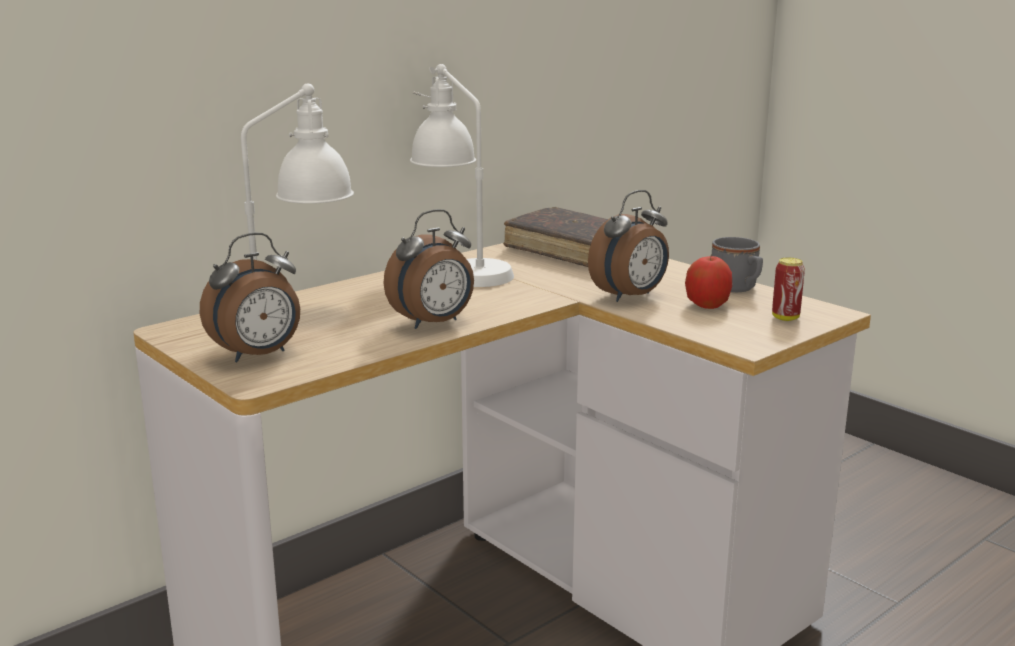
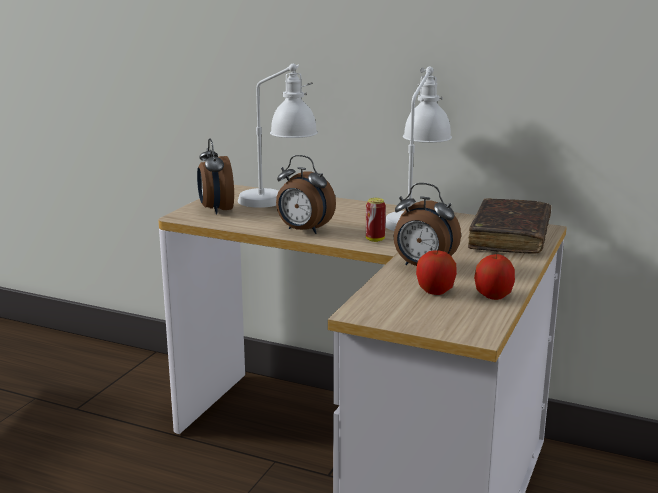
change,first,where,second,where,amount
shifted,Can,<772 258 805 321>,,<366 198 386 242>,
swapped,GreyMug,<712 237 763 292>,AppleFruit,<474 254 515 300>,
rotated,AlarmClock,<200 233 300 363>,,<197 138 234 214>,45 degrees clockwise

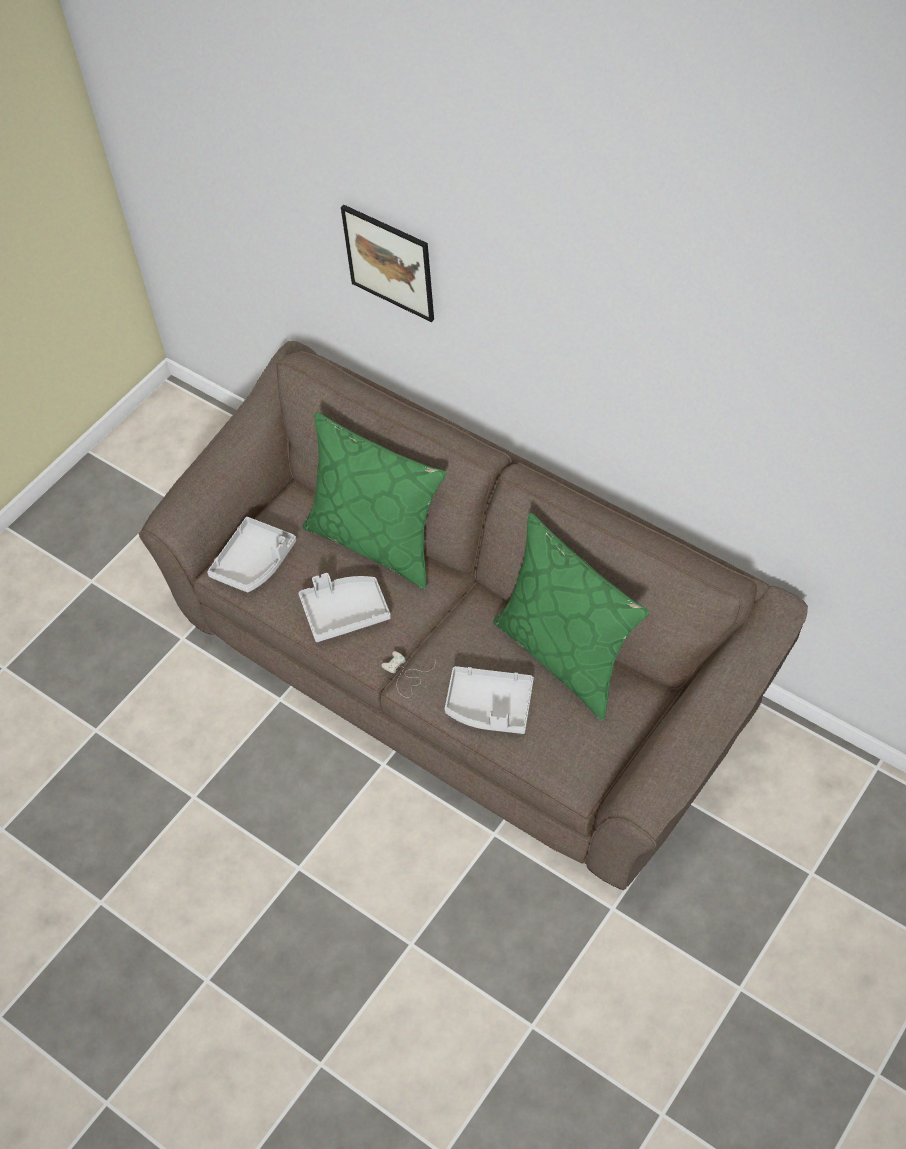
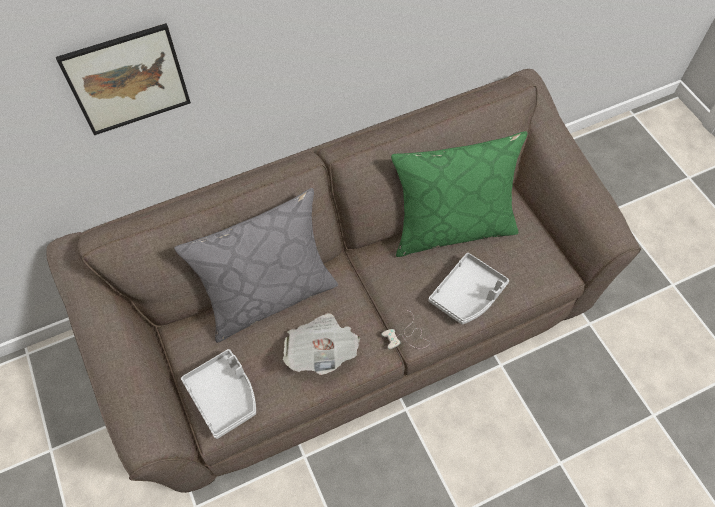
change,first,where,second,where,amount
swapped,GreyCarryingTray,<299 573 391 642>,DailyPaper,<283 313 360 375>,
repainted,GreenColouredThrowPillow,<302 412 446 589>,GreyThrowPillow,<174 188 338 343>,

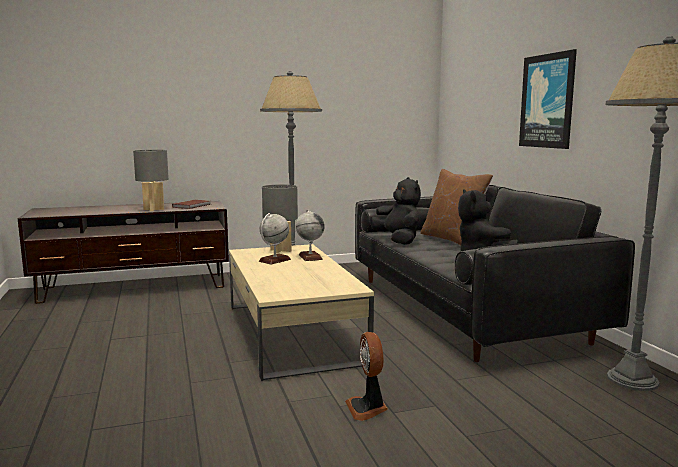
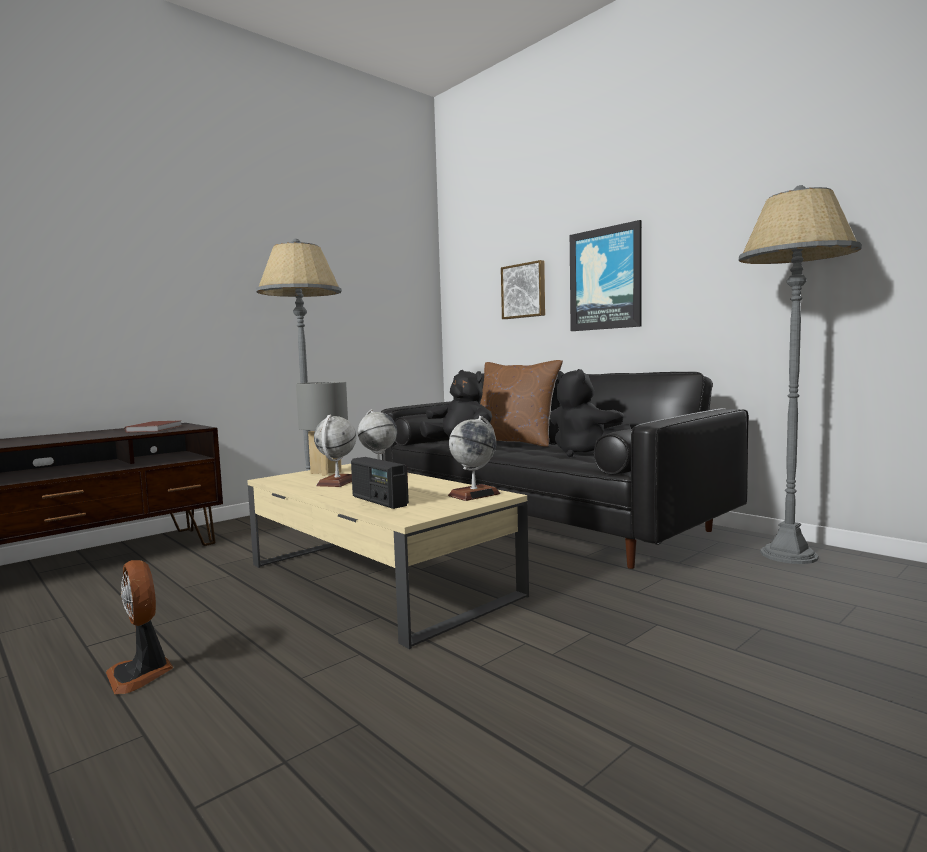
change,first,where,second,where,amount
gone,GreyTableLamp,<133 150 169 211>,,,
new,,,RadioSet,<351 457 409 509>,
new,,,DeskGlobe,<448 416 500 501>,
new,,,Picture,<501 260 545 319>,
shifted,Fan,<345 332 388 421>,,<106 560 173 695>,

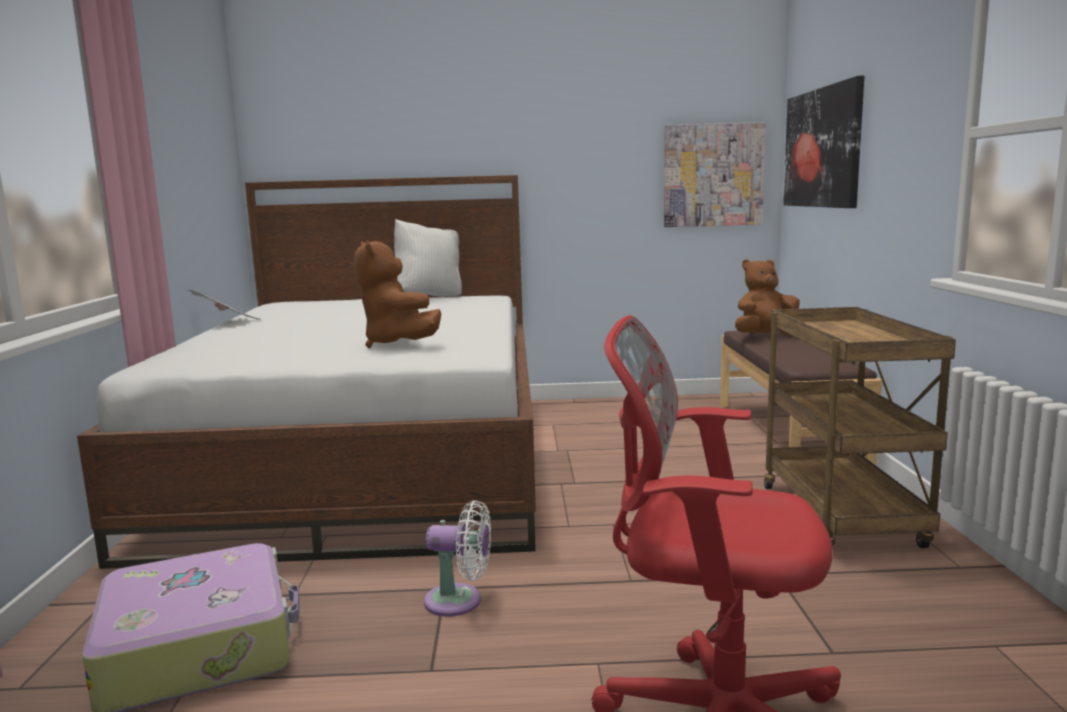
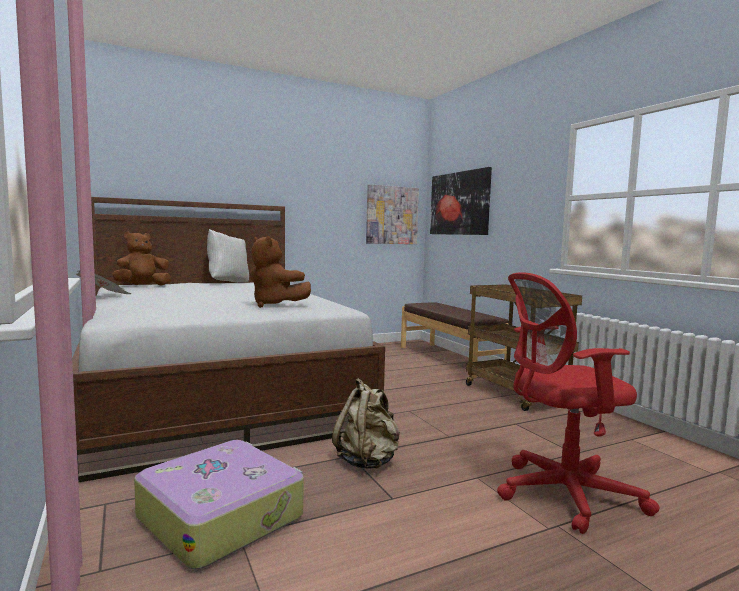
change,first,where,second,where,amount
shifted,BrownColouredPlushToy,<735 259 800 335>,,<112 232 171 286>,
swapped,WhiteColouredFan,<424 500 491 617>,SandColouredKnapsack,<332 378 400 469>,

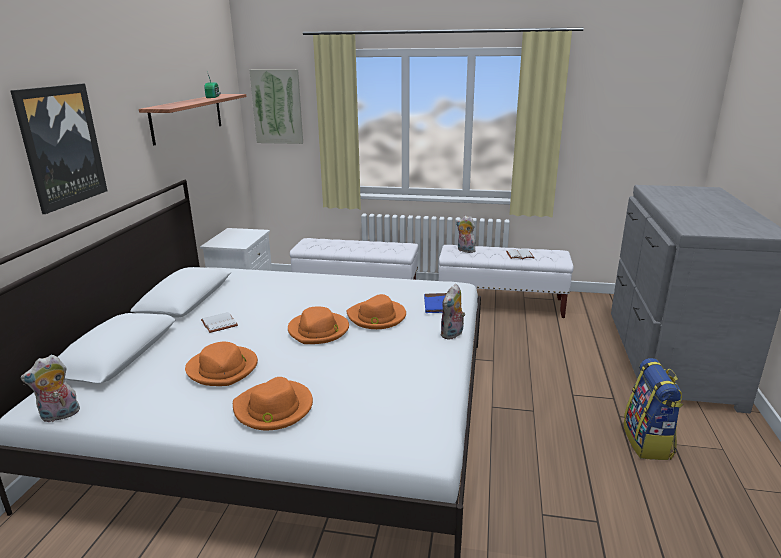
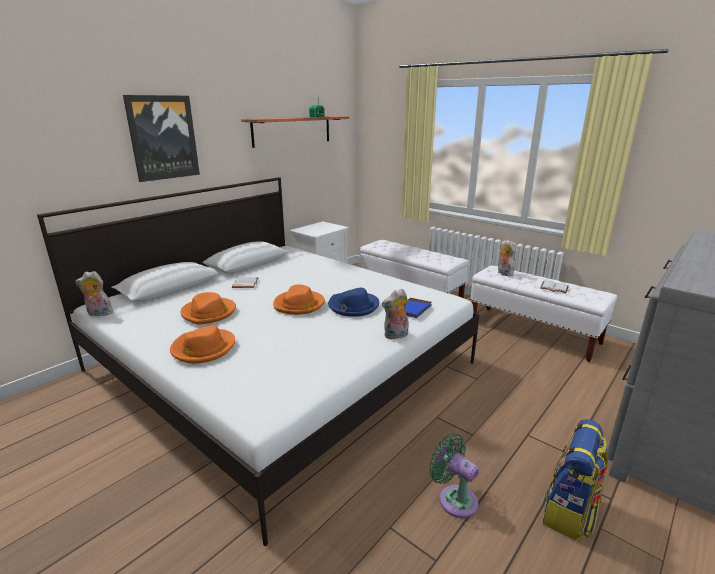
change,first,where,second,where,amount
gone,Picture,<249 69 303 144>,,,
new,,,GreenColouredFan,<429 433 479 518>,
repainted,OrangeWearableHat,<346 294 406 329>,BlueColouredWearableHat,<328 288 379 317>,

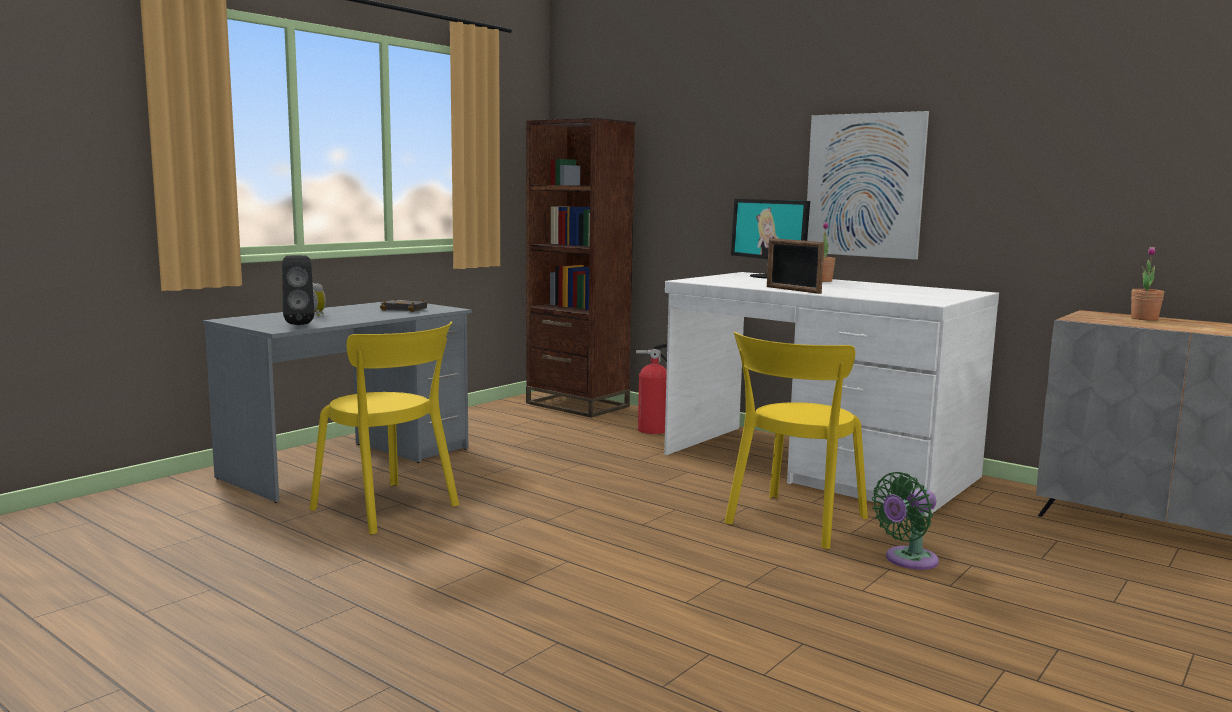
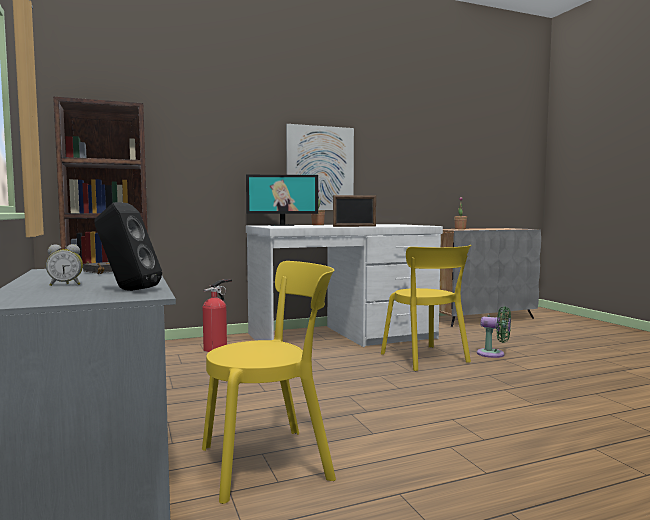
change,first,where,second,where,amount
rotated,GreenColouredFan,<872 472 939 570>,,<477 306 511 358>,60 degrees counterclockwise

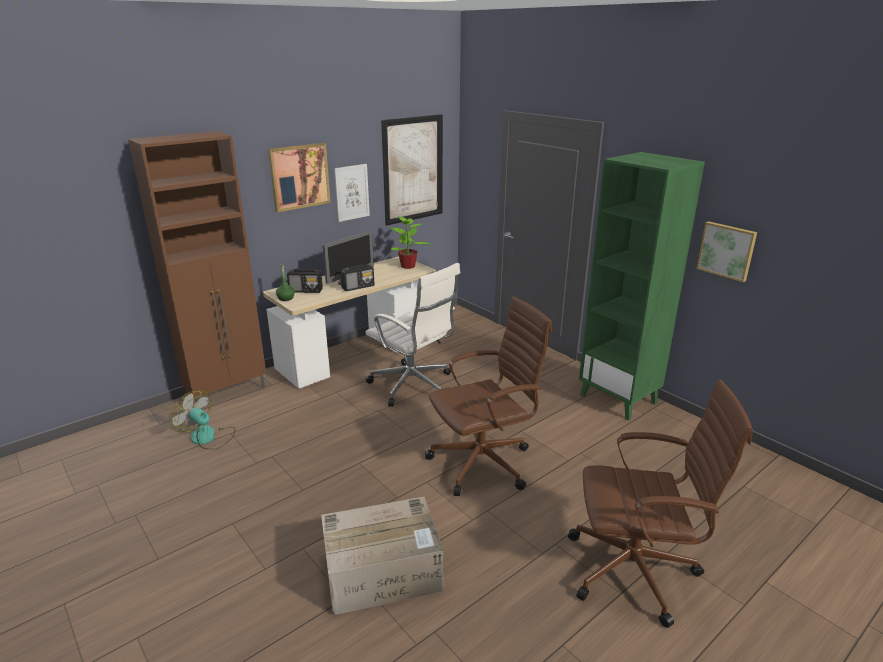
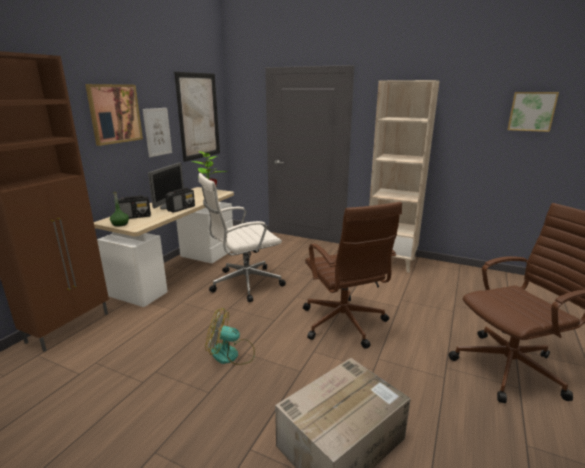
change,first,where,second,where,amount
shifted,Fan,<171 391 235 450>,,<205 308 255 365>,
shifted,Picture,<696 221 757 282>,,<507 92 559 132>,
repainted,GreenColouredBookcase,<579 152 705 421>,SandColouredBookcase,<369 80 440 273>,
rotated,WhiteColouredComputerChair,<366 263 460 407>,,<198 173 286 302>,135 degrees clockwise
rotated,BrownColouredComputerChair,<425 296 552 496>,,<303 202 402 349>,120 degrees clockwise

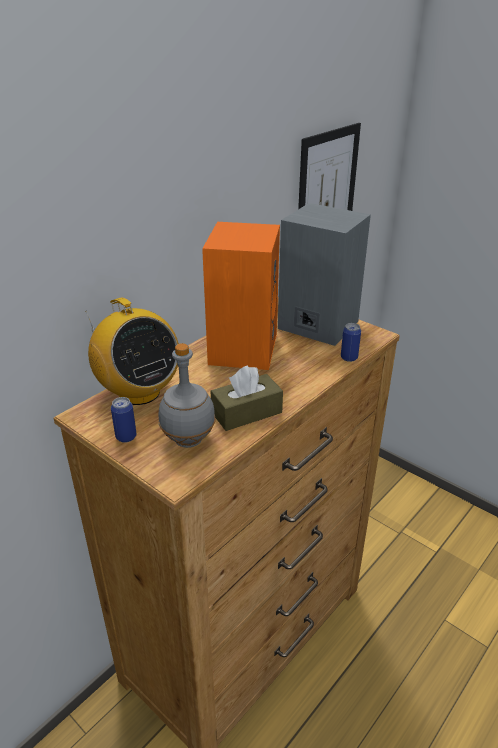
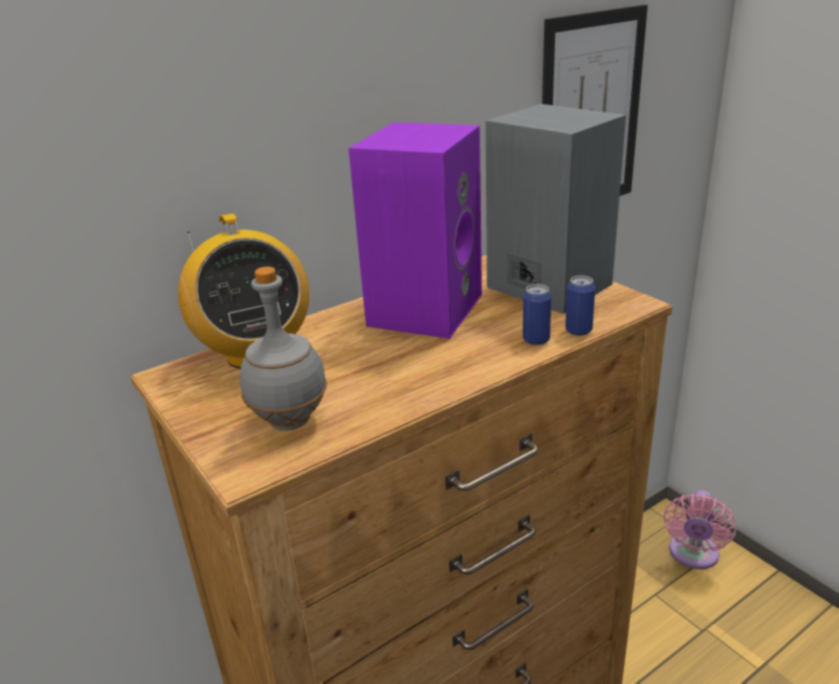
change,first,where,second,where,amount
gone,BrownColouredTissueBox,<210 365 283 431>,,,
new,,,PinkishFan,<664 490 736 569>,
shifted,Can,<111 397 137 443>,,<523 284 552 345>,
repainted,OrangeLoudspeaker,<202 222 280 370>,PurpleLoudspeaker,<349 122 482 339>,

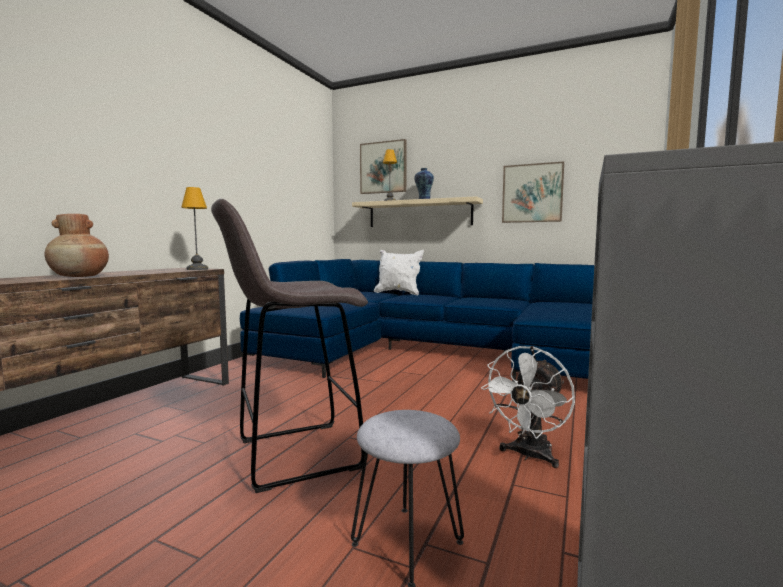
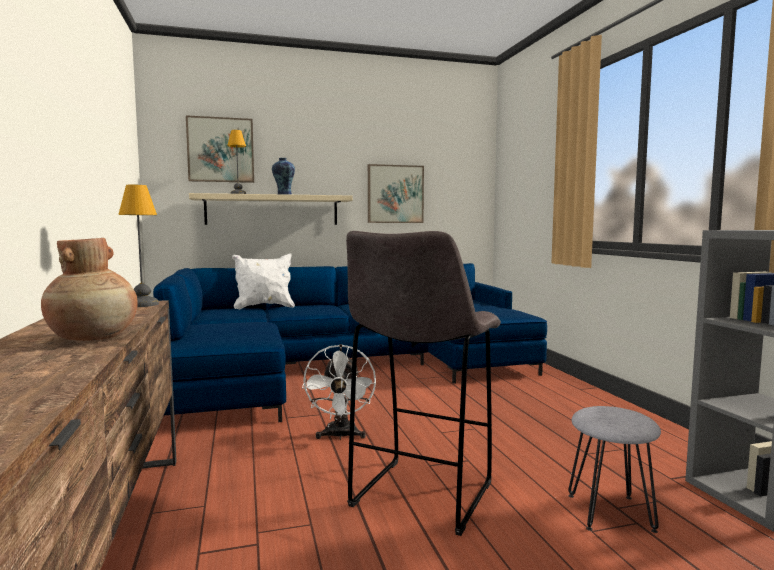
change,first,where,second,where,amount
shifted,WhiteColouredFan,<481 346 575 468>,,<302 344 376 440>,

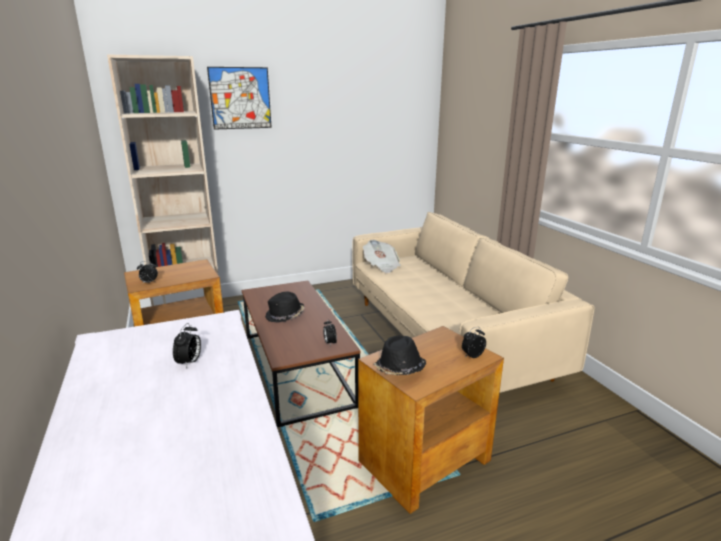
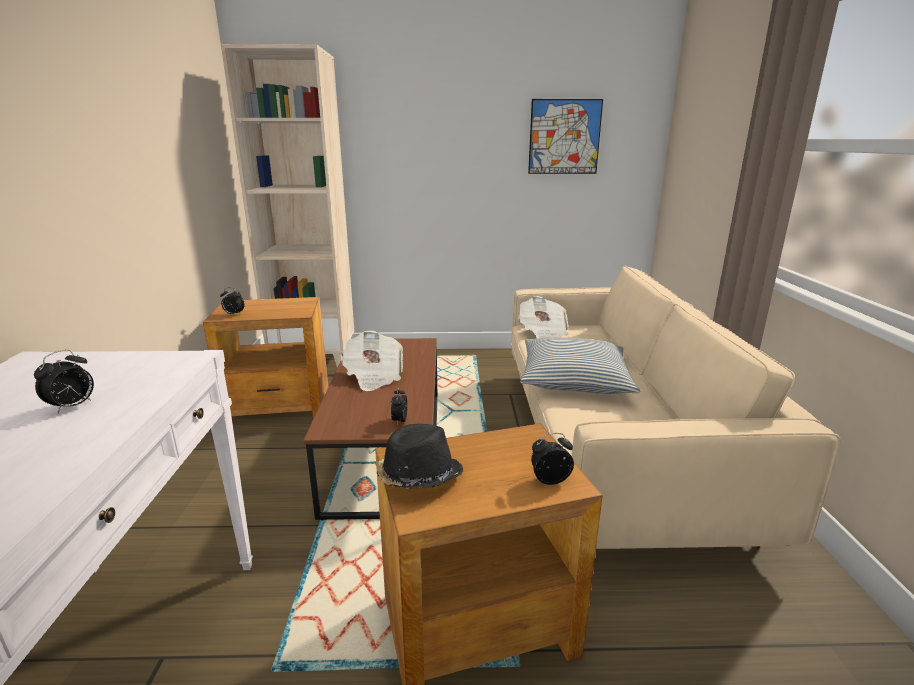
change,first,where,second,where,amount
new,,,ThrowPillow,<520 337 640 394>,
shifted,Picture,<207 67 272 130>,,<528 99 603 174>,
swapped,BlackishWearableHat,<265 292 304 322>,DailyPaper,<341 331 403 391>,

